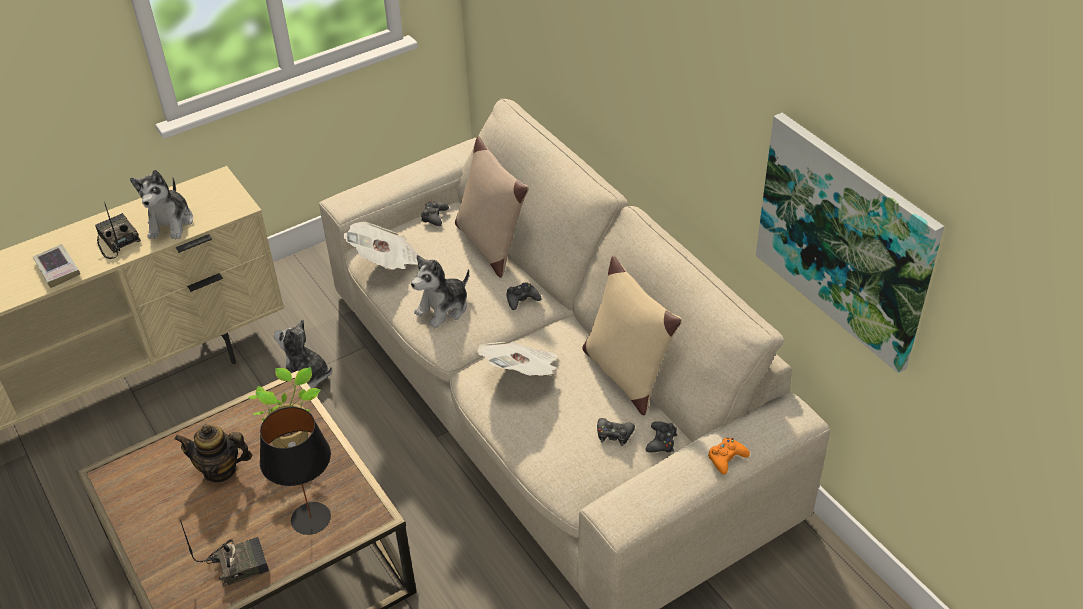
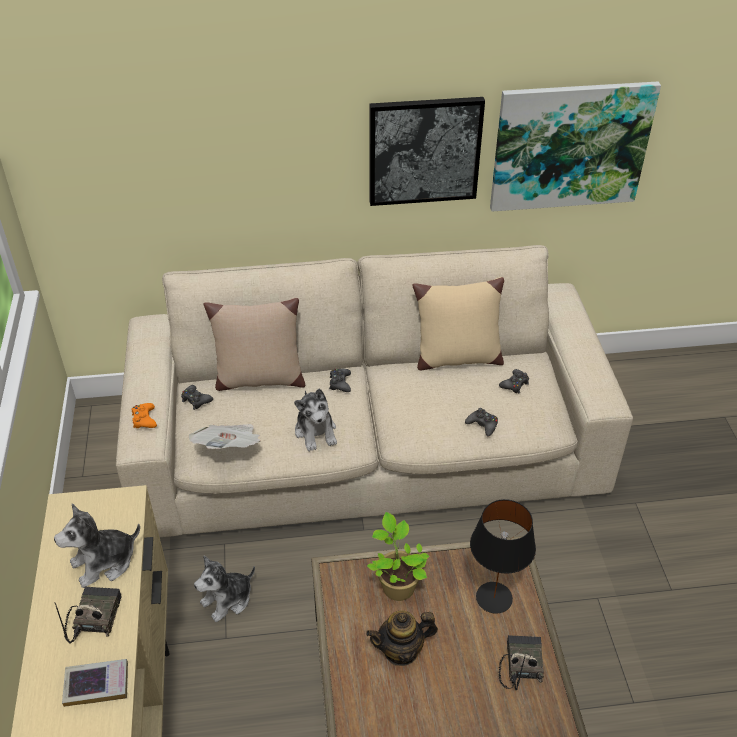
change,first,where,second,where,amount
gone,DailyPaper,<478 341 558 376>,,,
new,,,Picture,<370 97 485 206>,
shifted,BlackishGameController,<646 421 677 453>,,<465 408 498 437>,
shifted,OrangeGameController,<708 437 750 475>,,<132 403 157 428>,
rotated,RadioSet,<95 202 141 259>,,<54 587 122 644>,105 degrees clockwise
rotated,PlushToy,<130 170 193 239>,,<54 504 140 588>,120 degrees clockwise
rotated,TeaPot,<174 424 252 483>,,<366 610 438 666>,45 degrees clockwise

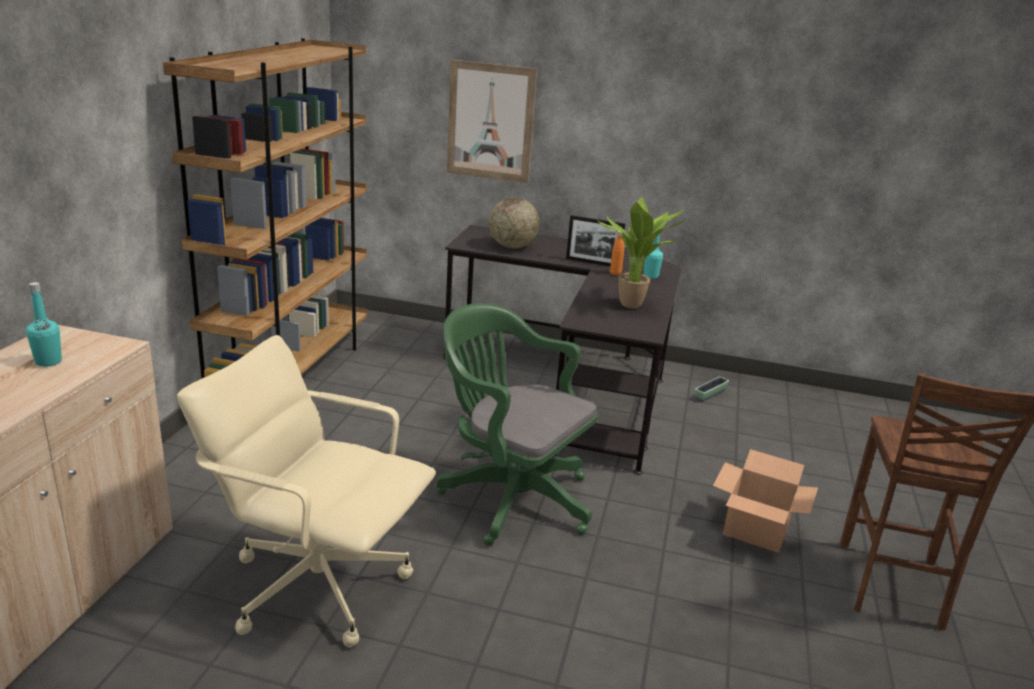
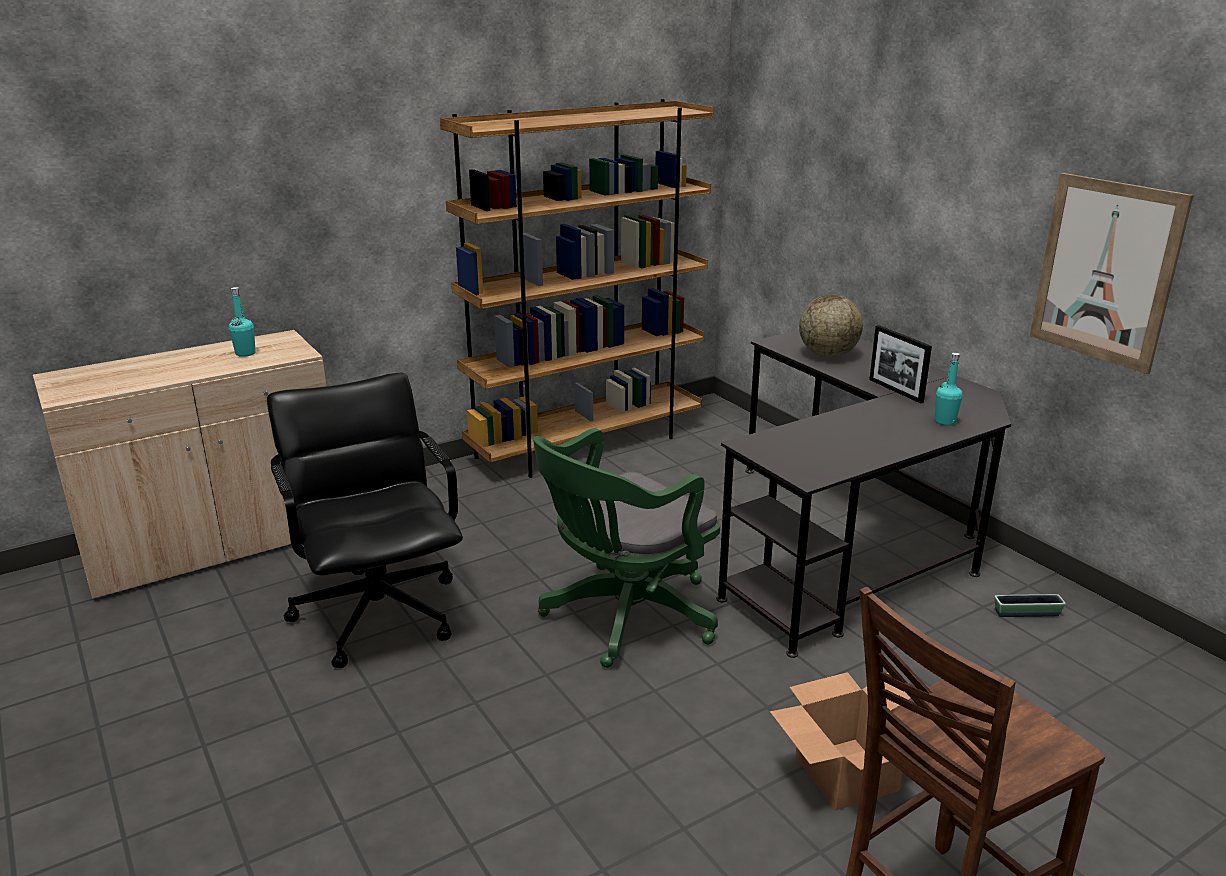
change,first,where,second,where,amount
gone,PottedPlant,<596 197 686 309>,,,
gone,OrangeBeverageBottle,<610 231 624 275>,,,
shifted,Picture,<447 60 537 183>,,<1030 173 1194 374>,
repainted,SandColouredComputerChair,<177 335 436 647>,BlackishComputerChair,<267 373 463 668>,
rotated,GreenColouredComputerChair,<436 303 598 546>,,<533 428 720 668>,120 degrees counterclockwise

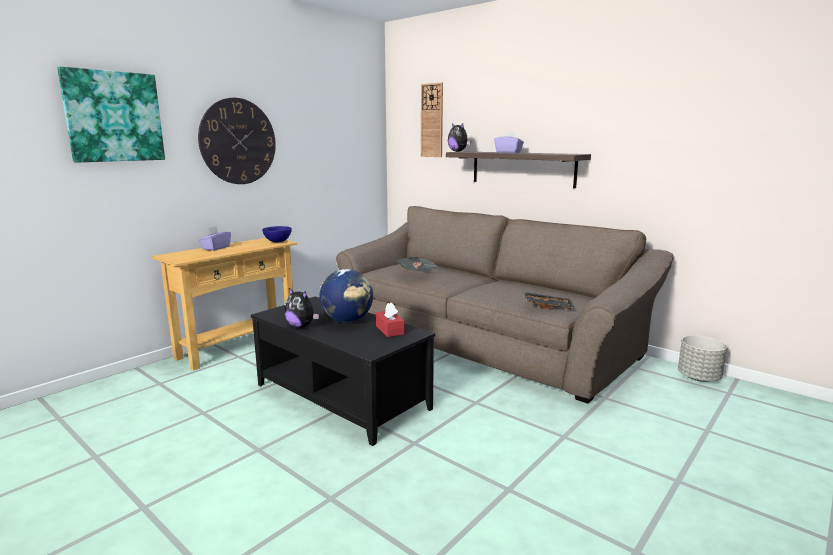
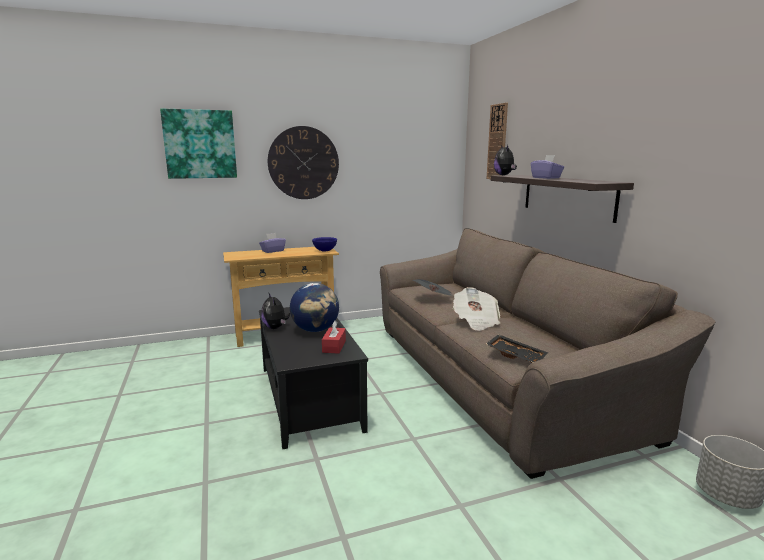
change,first,where,second,where,amount
new,,,DailyPaper,<453 287 500 331>,

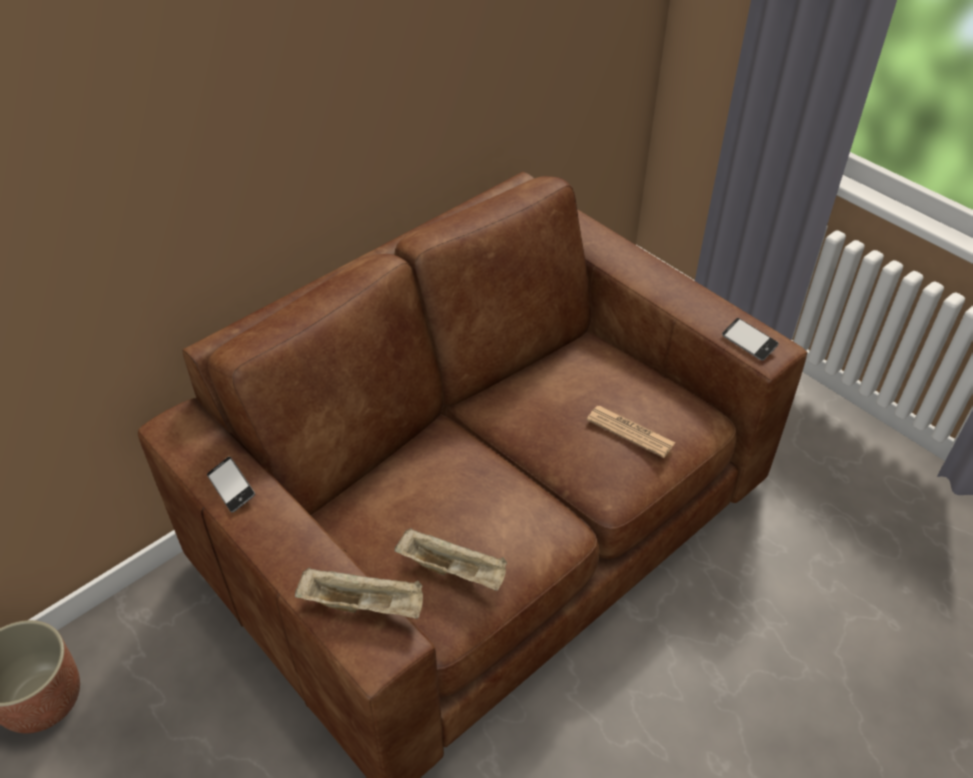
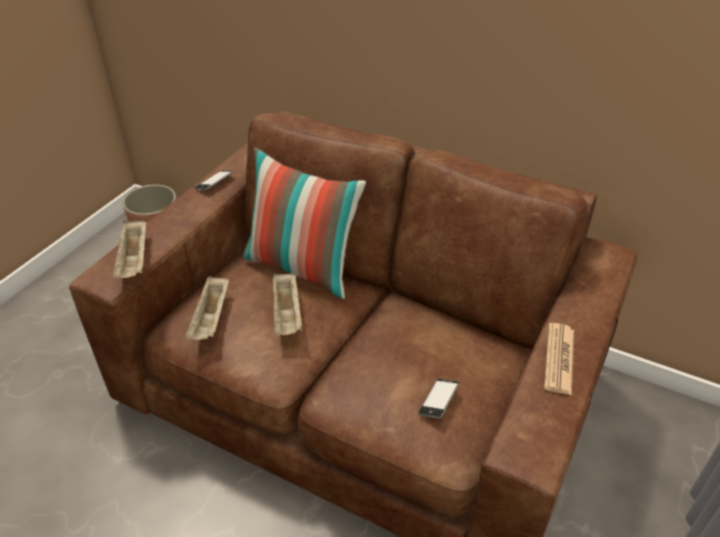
change,first,where,second,where,amount
new,,,ThrowPillow,<243 148 366 299>,
new,,,SandColouredCarryingTray,<273 273 302 335>,
shifted,DailyPaper,<587 406 676 458>,,<544 323 574 395>,
shifted,Phone,<722 318 779 361>,,<418 379 459 419>,

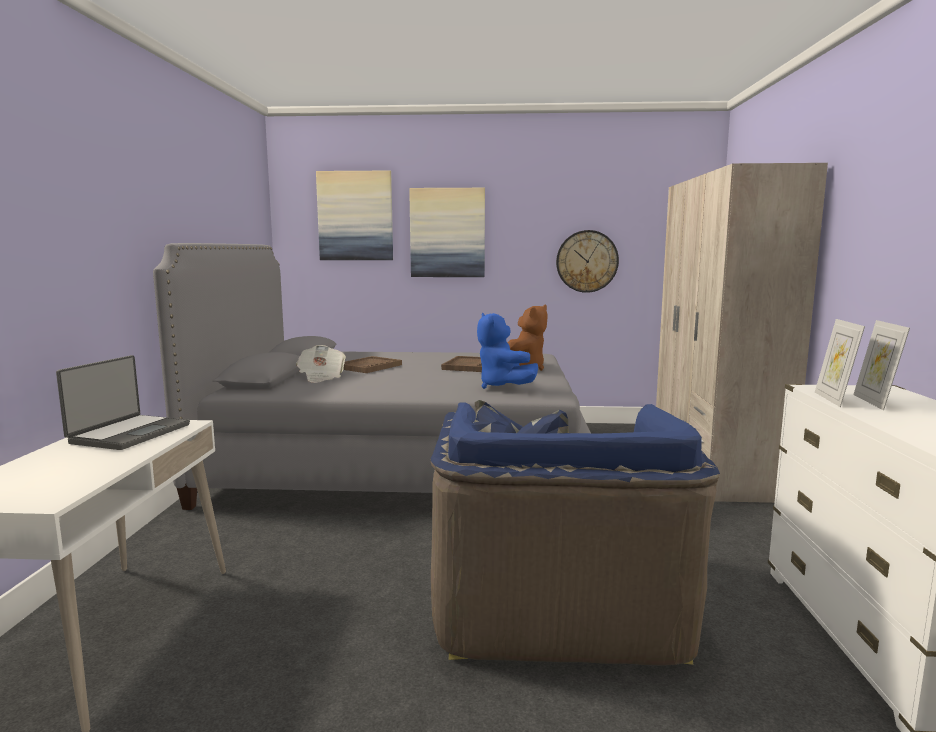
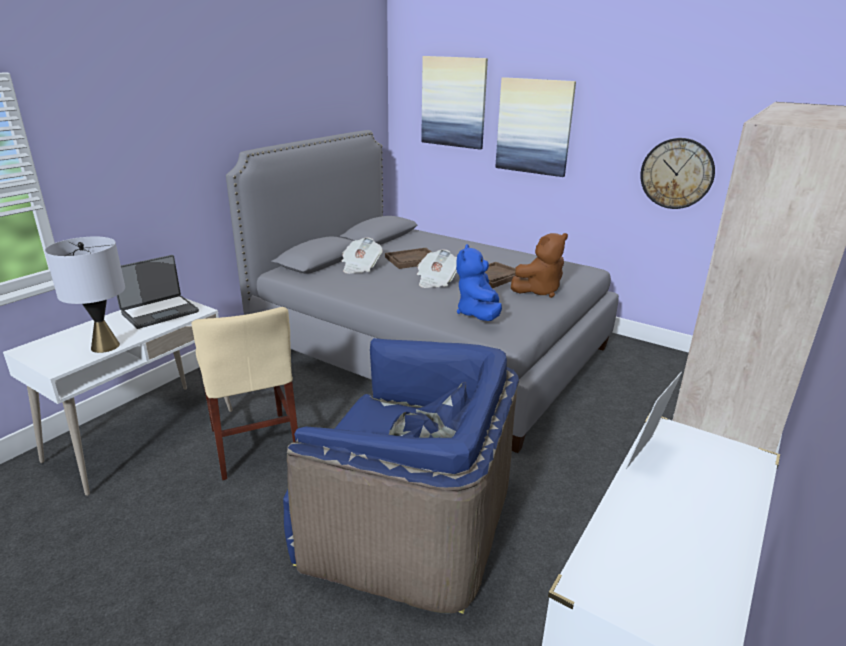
change,first,where,second,where,amount
gone,PictureFrame,<853 320 910 410>,,,
new,,,GreyTableLamp,<45 237 125 353>,
new,,,SandColouredChair,<191 307 298 480>,
new,,,DailyPaper,<417 249 457 288>,
rotated,BlueColouredLoungeChair,<430 400 720 666>,,<283 338 519 614>,105 degrees counterclockwise

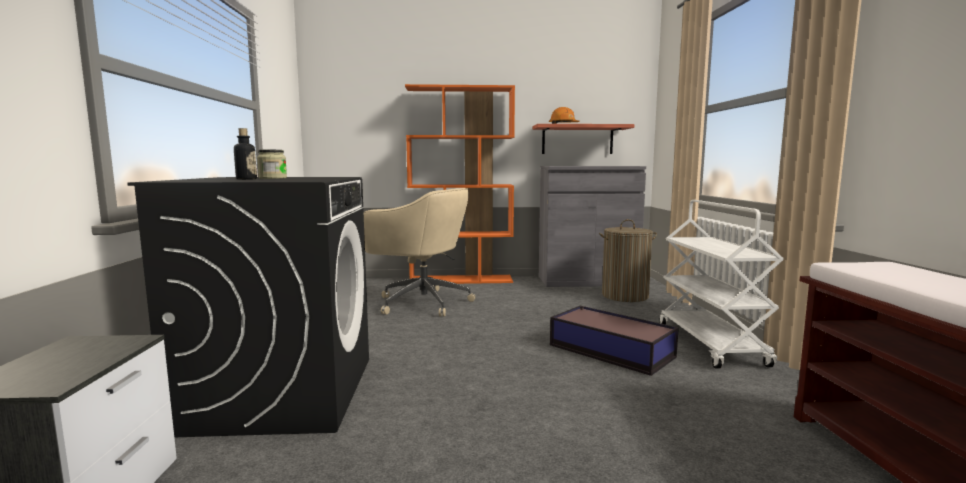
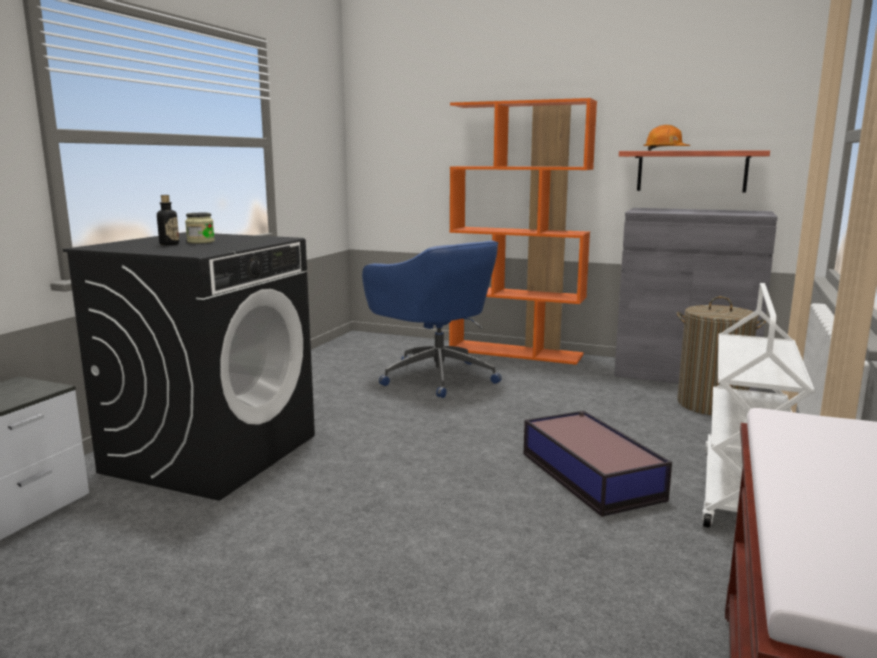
change,first,where,second,where,amount
repainted,SandColouredComputerChair,<364 188 475 317>,BlueColouredComputerChair,<362 240 502 398>,

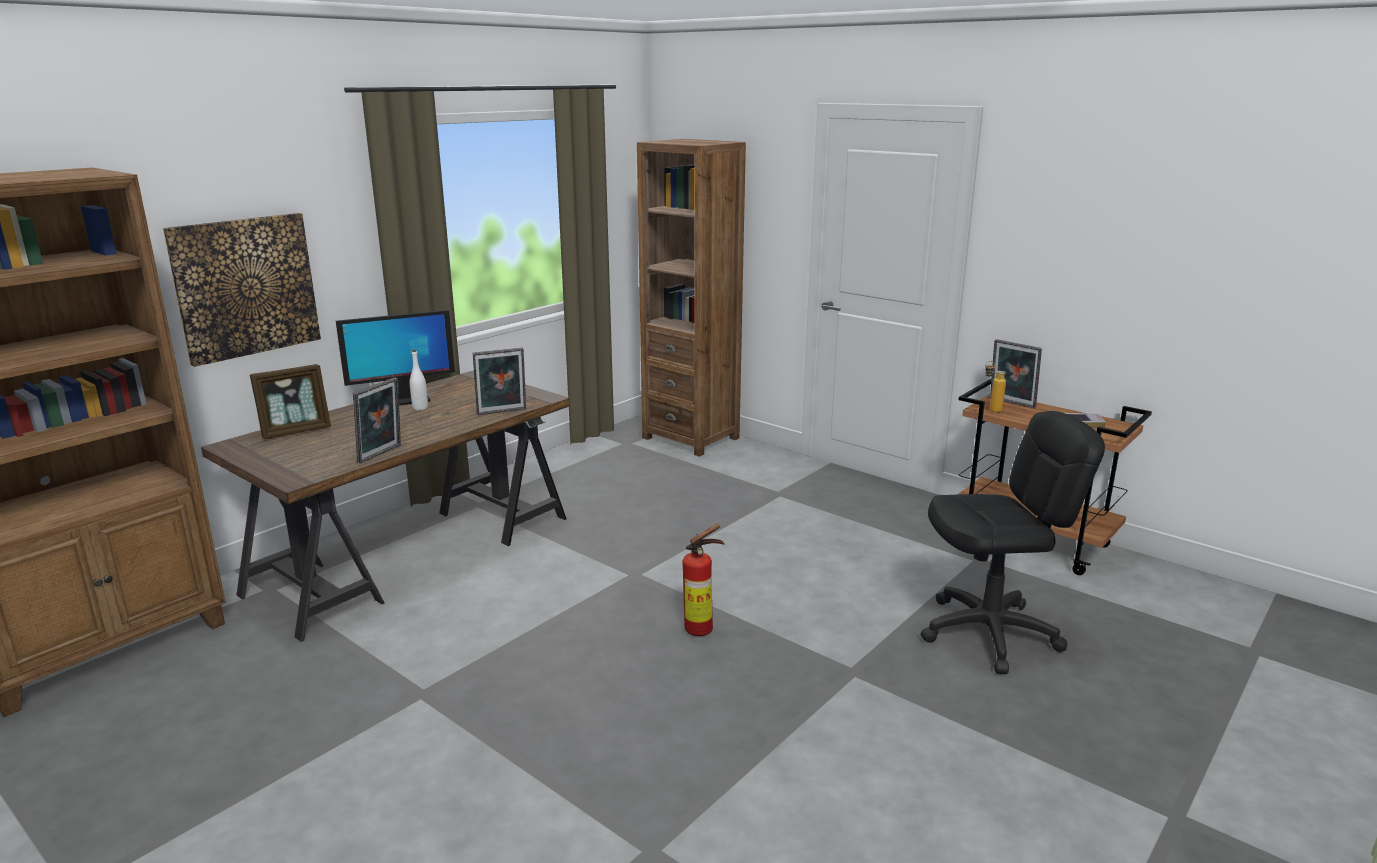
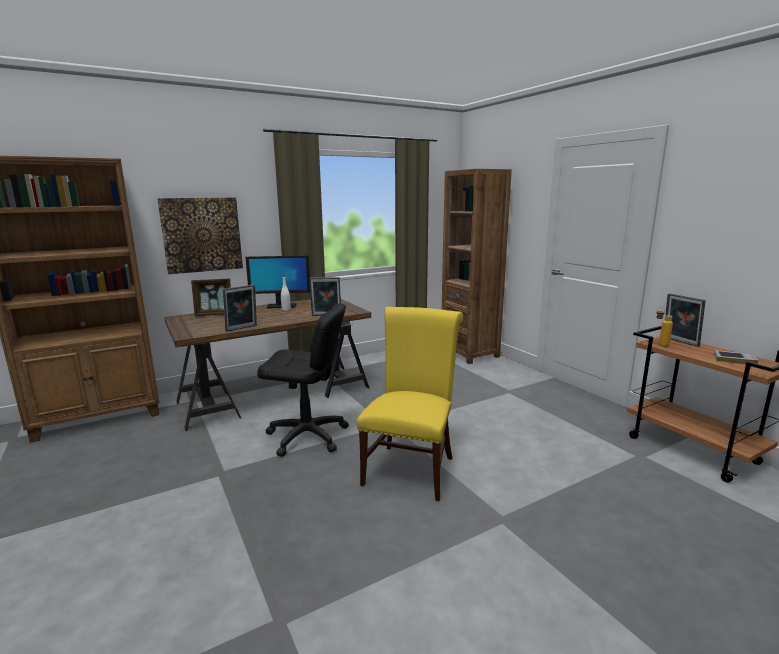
change,first,where,second,where,amount
shifted,BlackishComputerChair,<921 411 1105 674>,,<257 303 349 457>,
swapped,FireFightingCylinder,<682 524 725 636>,YellowColouredChair,<357 307 463 501>,

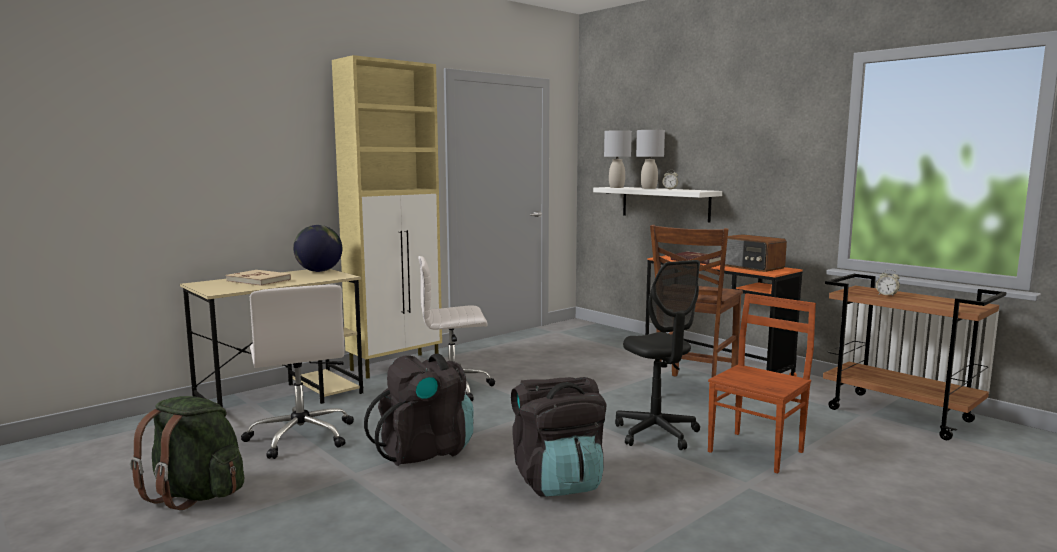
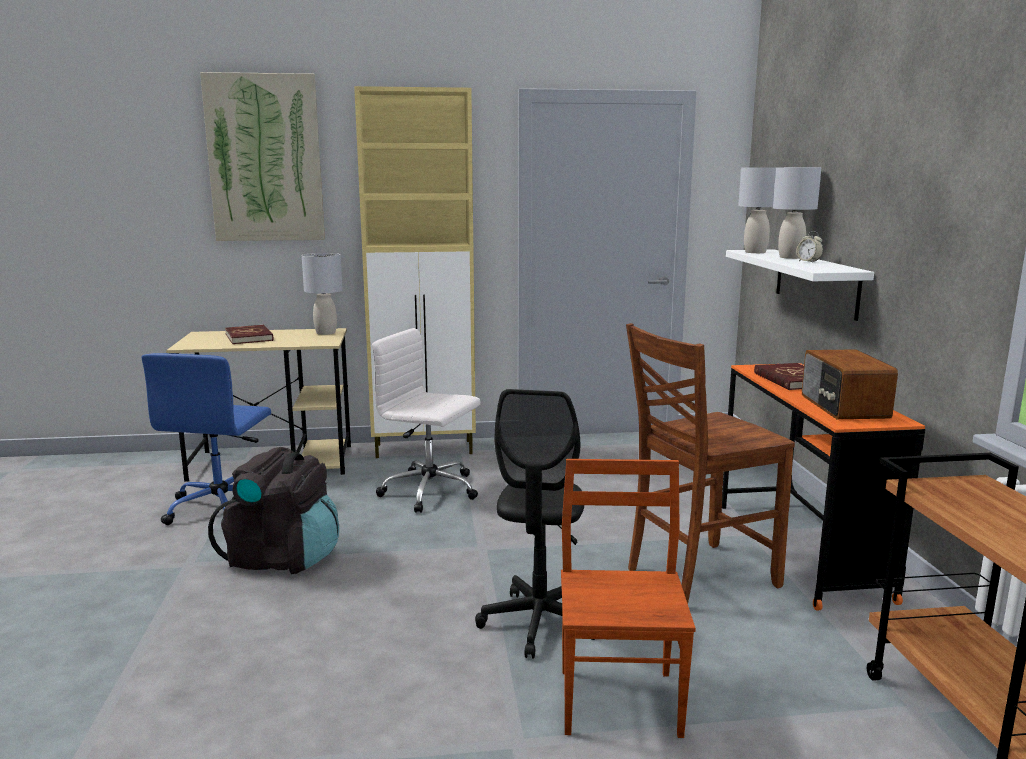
change,first,where,second,where,amount
gone,GreenColouredKnapsack,<130 396 244 510>,,,
gone,BlackishKnapsack,<511 377 606 497>,,,
gone,AlarmClock,<876 269 900 297>,,,
new,,,Picture,<200 72 325 241>,
swapped,DeskGlobe,<293 225 342 272>,GreyTableLamp,<302 253 343 335>,
repainted,SandColouredBook,<226 270 291 286>,RedBook,<225 324 274 344>,
repainted,WhiteColouredComputerChair,<241 285 354 459>,BlueColouredComputerChair,<142 353 271 525>,
rotated,BrownColouredChair,<708 293 816 474>,,<561 459 696 738>,75 degrees counterclockwise

